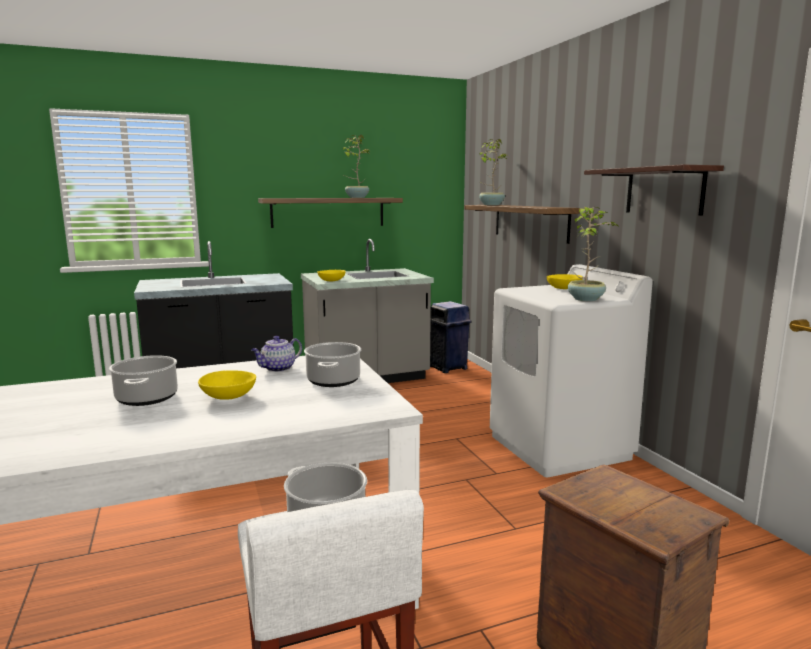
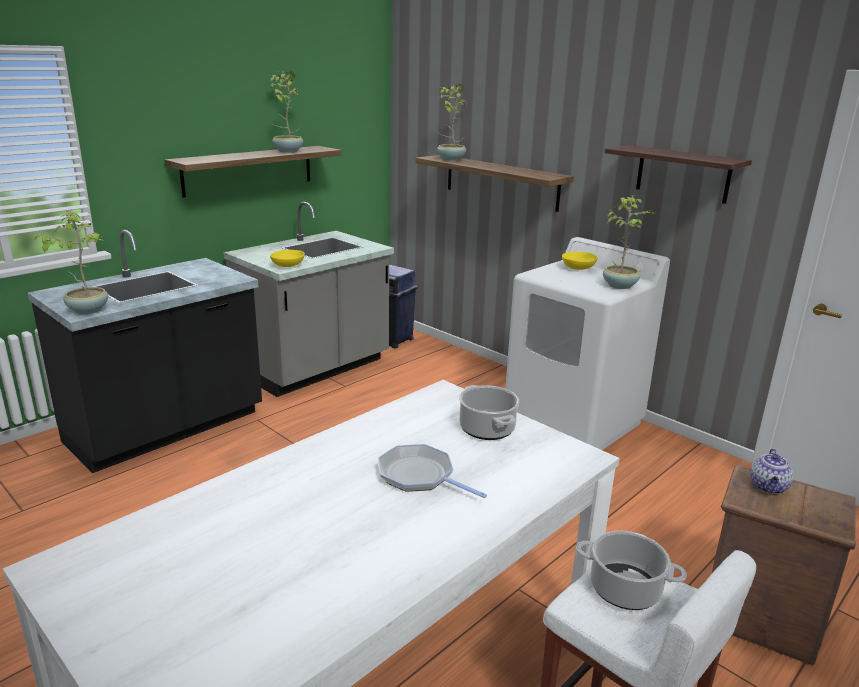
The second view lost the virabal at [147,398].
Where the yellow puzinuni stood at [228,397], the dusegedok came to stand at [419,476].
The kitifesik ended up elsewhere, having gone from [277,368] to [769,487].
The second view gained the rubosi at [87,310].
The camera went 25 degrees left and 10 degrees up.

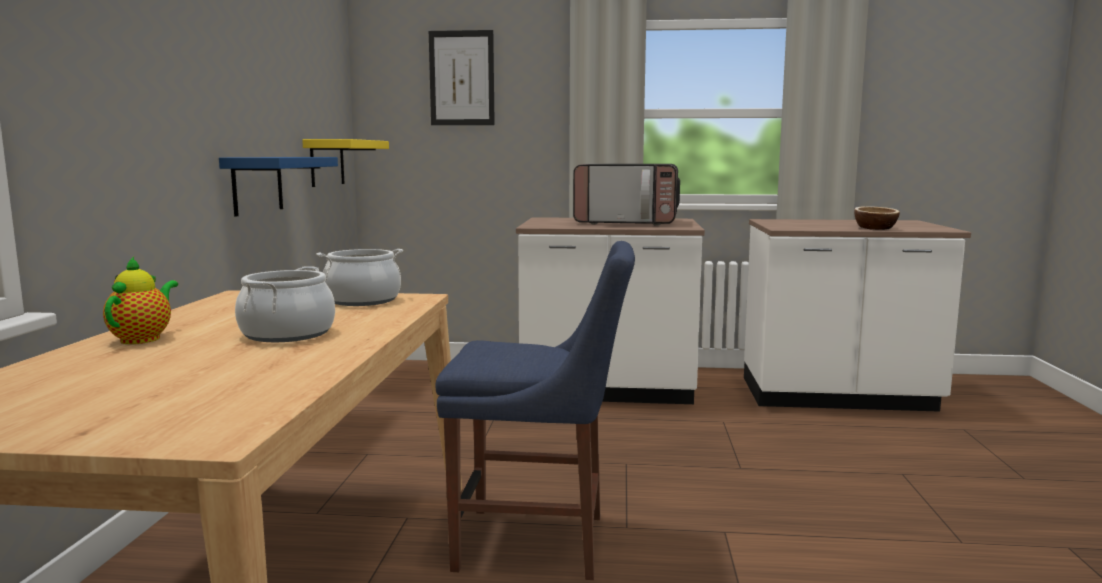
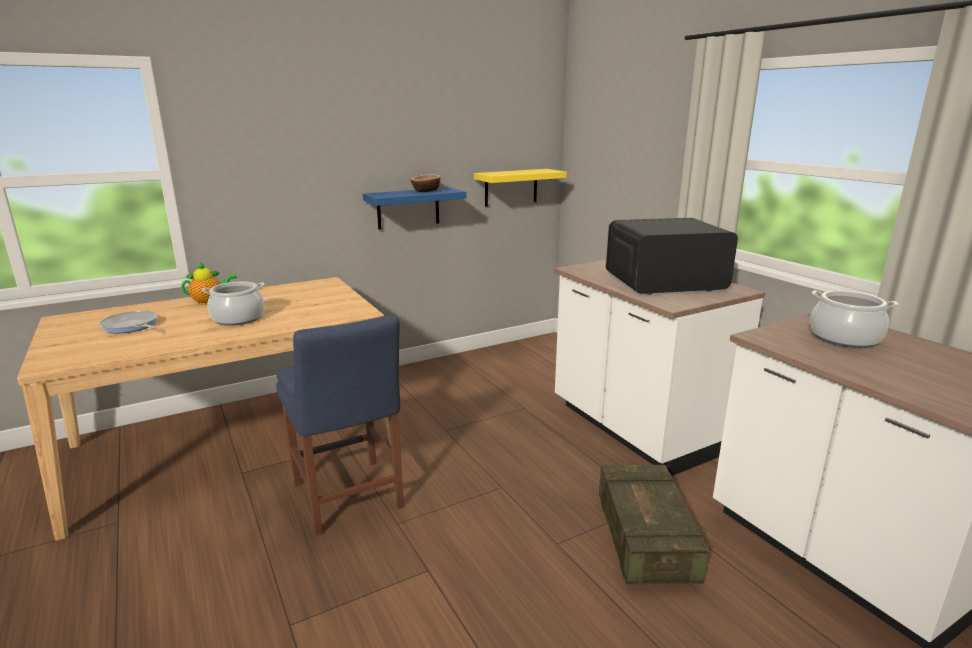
The virabal ended up elsewhere, having gone from [362,300] to [844,338].
The second view lost the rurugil at [462,78].
The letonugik at [628,222] ended up facing another way, 105 degrees clockwise from before.
The puzinuni ended up elsewhere, having gone from [875,228] to [426,191].
The second view gained the dusegedok at [131,326].
The second view gained the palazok at [645,540].
The camera went 55 degrees right and 10 degrees up.

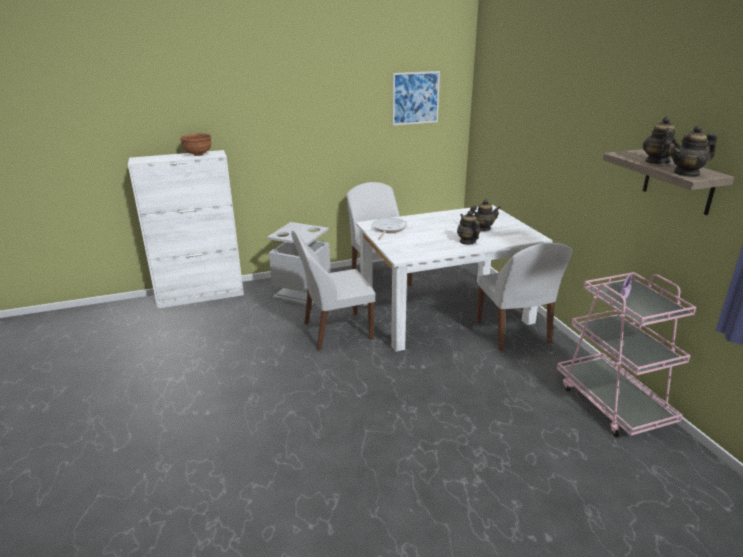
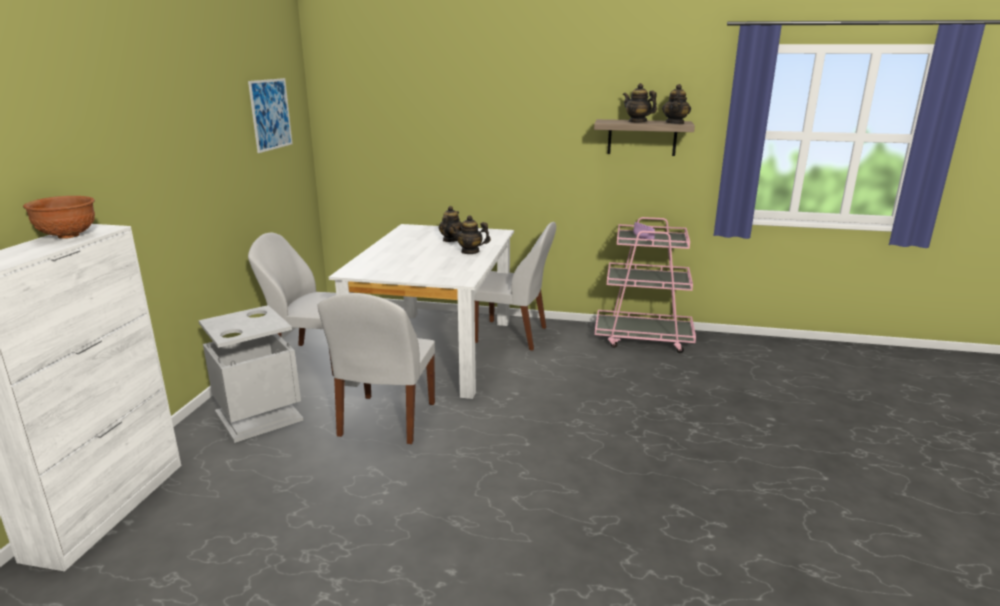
The second view lost the dusegedok at [388,229].
The camera went 60 degrees left and 5 degrees down.

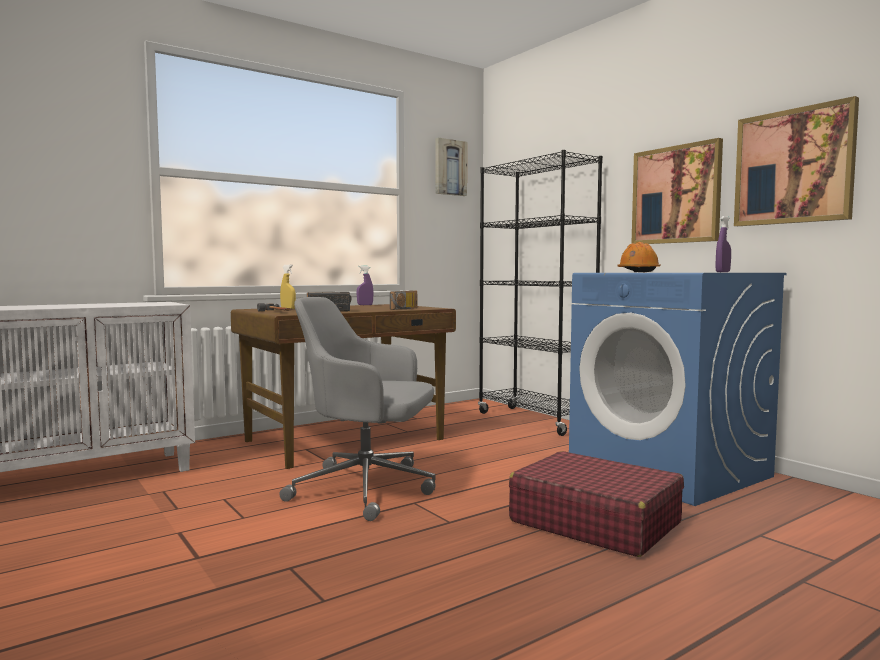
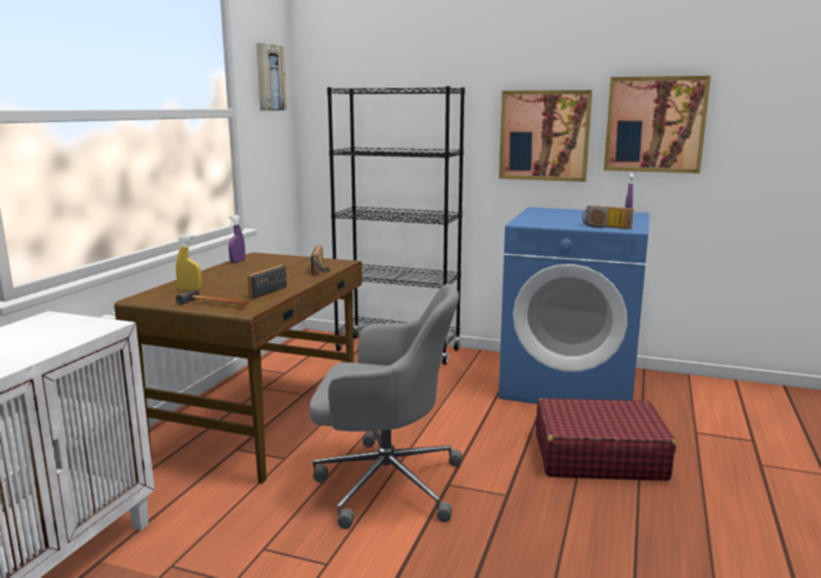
The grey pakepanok at [367,489] ended up facing another way, 150 degrees counterclockwise from before.
The second view lost the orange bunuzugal at [637,272].
The second view gained the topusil at [605,227].
The camera went 35 degrees left and 10 degrees up.

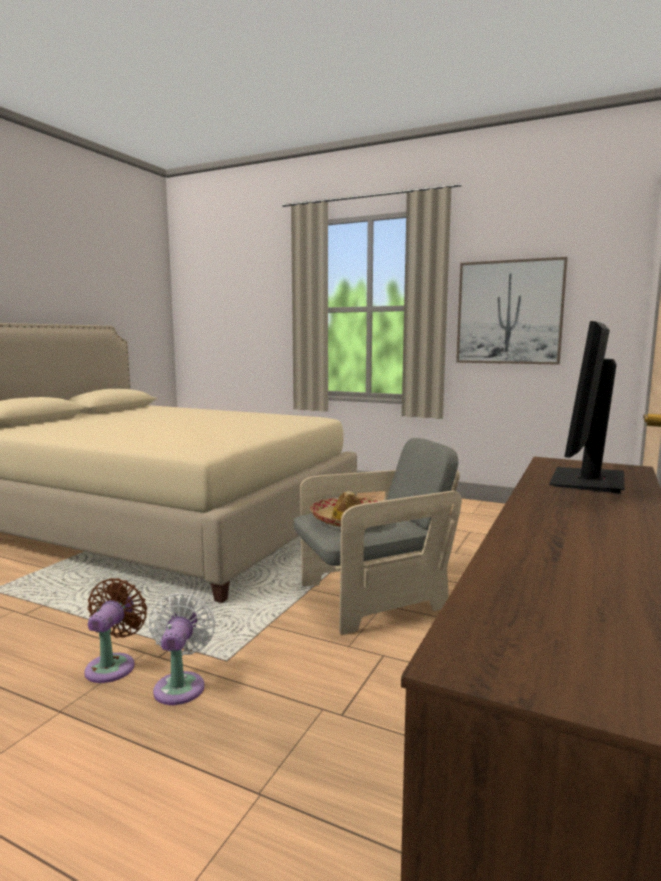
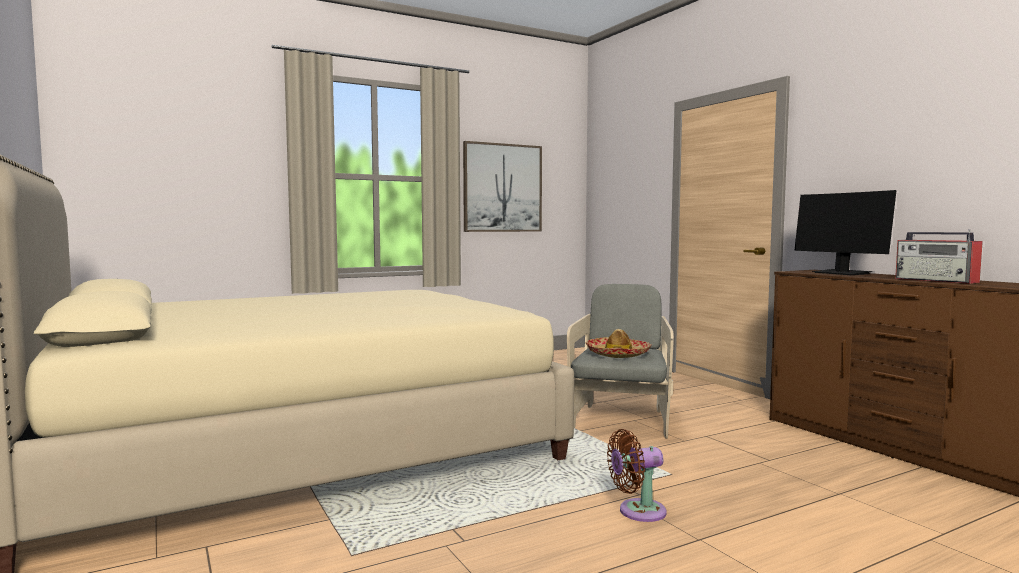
The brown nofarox at [113,665] ended up facing another way, 60 degrees counterclockwise from before.
The second view lost the white nofarox at [181,685].
The second view gained the topusil at [936,280].
The camera went 55 degrees left and 5 degrees down.

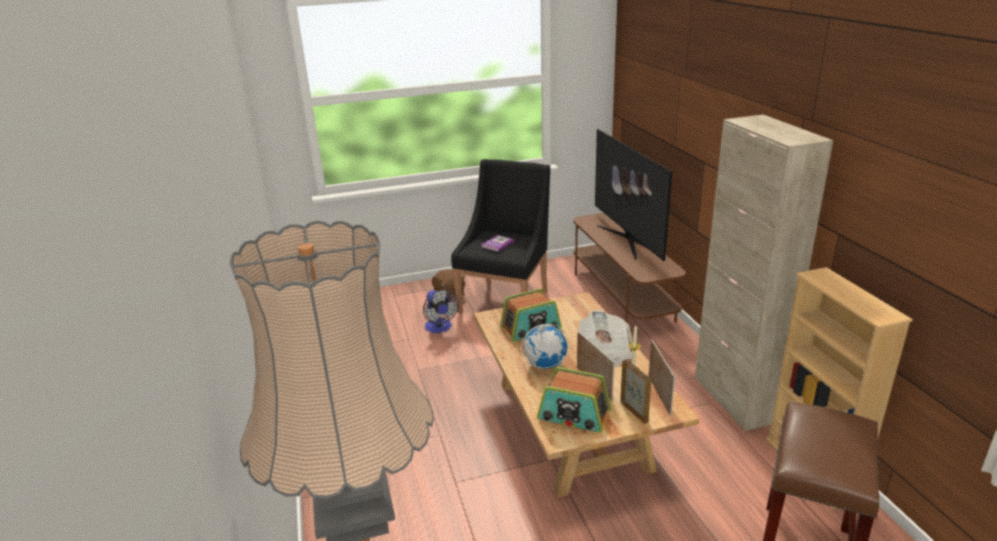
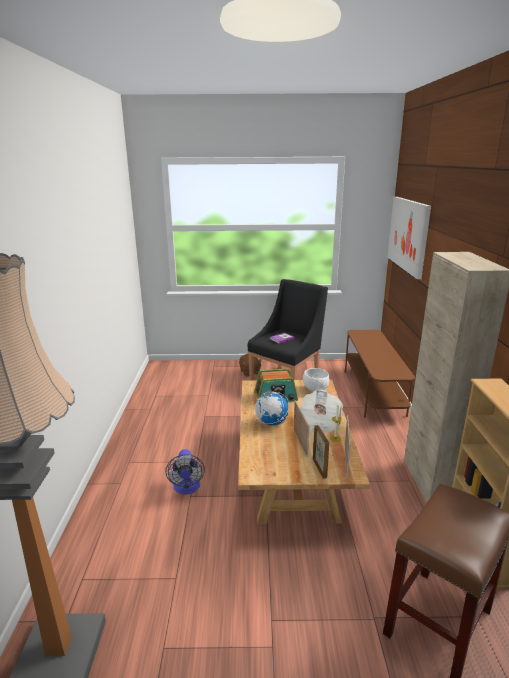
The nofarox ended up elsewhere, having gone from [440,328] to [187,488].
The second view lost the topusil at [573,415].
The second view lost the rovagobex at [627,239].
The second view gained the white puzinuni at [315,389].
The second view gained the rurugil at [408,234].
The camera went 15 degrees right and 5 degrees down.

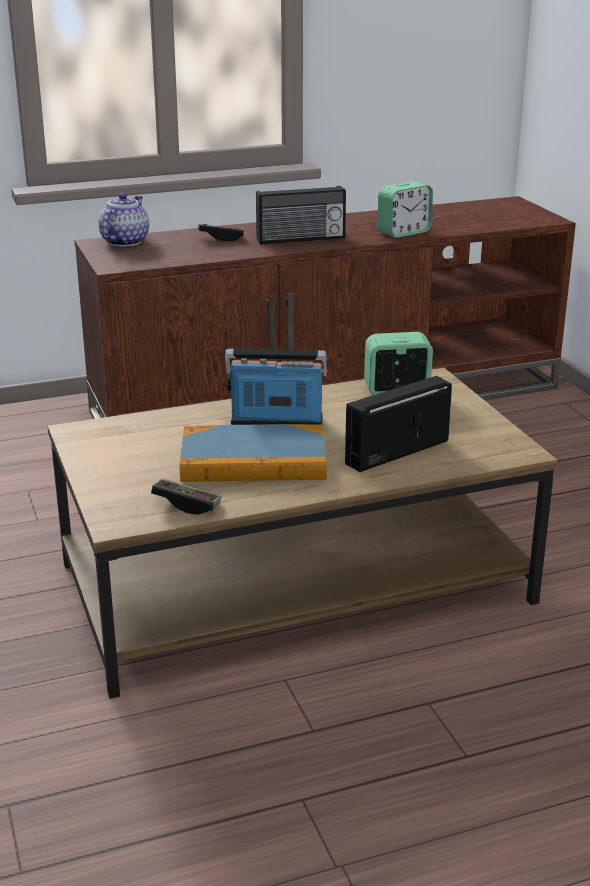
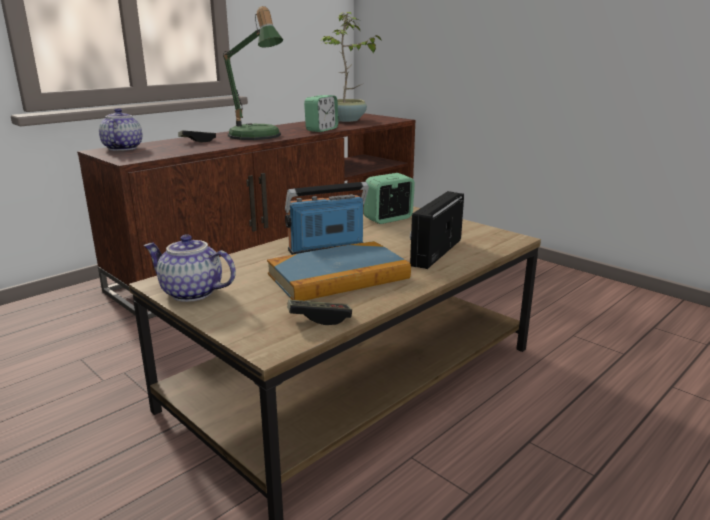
Where the topusil stood at [301,239], the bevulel came to stand at [257,137].
The second view gained the kitifesik at [190,293].
The second view gained the rubosi at [347,120].
The camera went 25 degrees left and 5 degrees down.

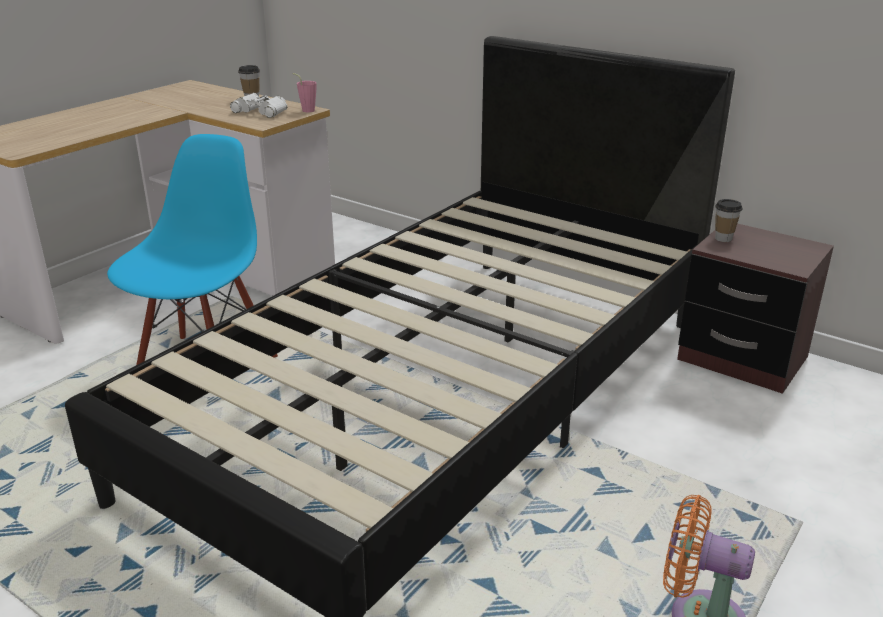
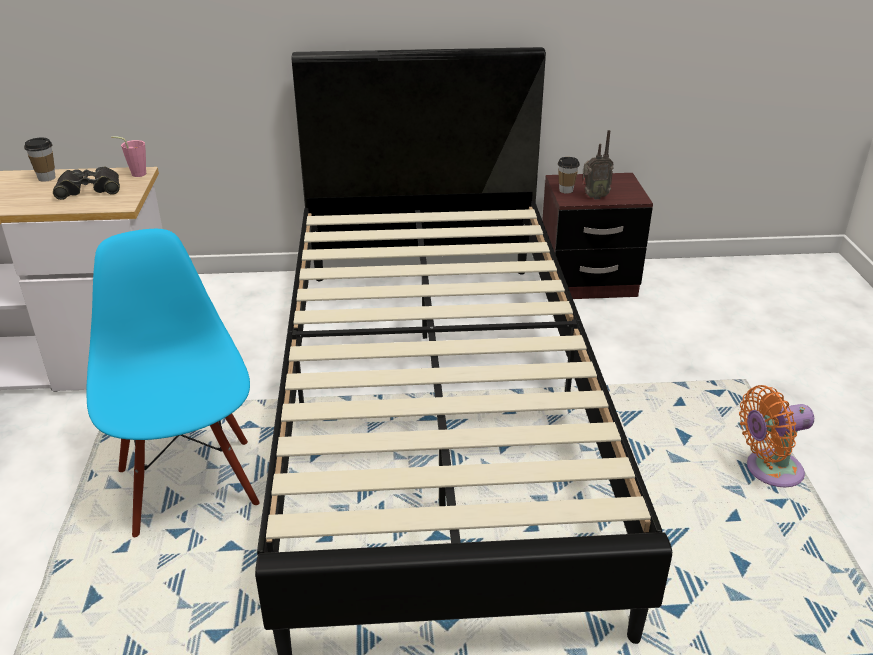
What was the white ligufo at [261,111] turned into the black ligufo at [89,189].
The second view gained the topusil at [594,197].
The camera went 40 degrees left and 5 degrees up.

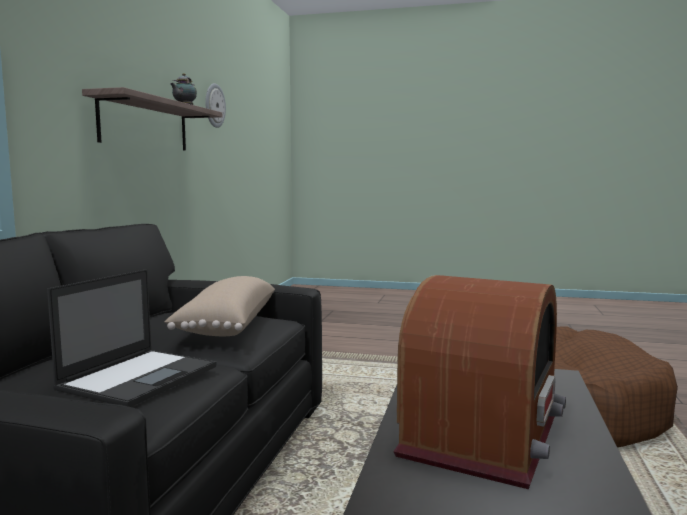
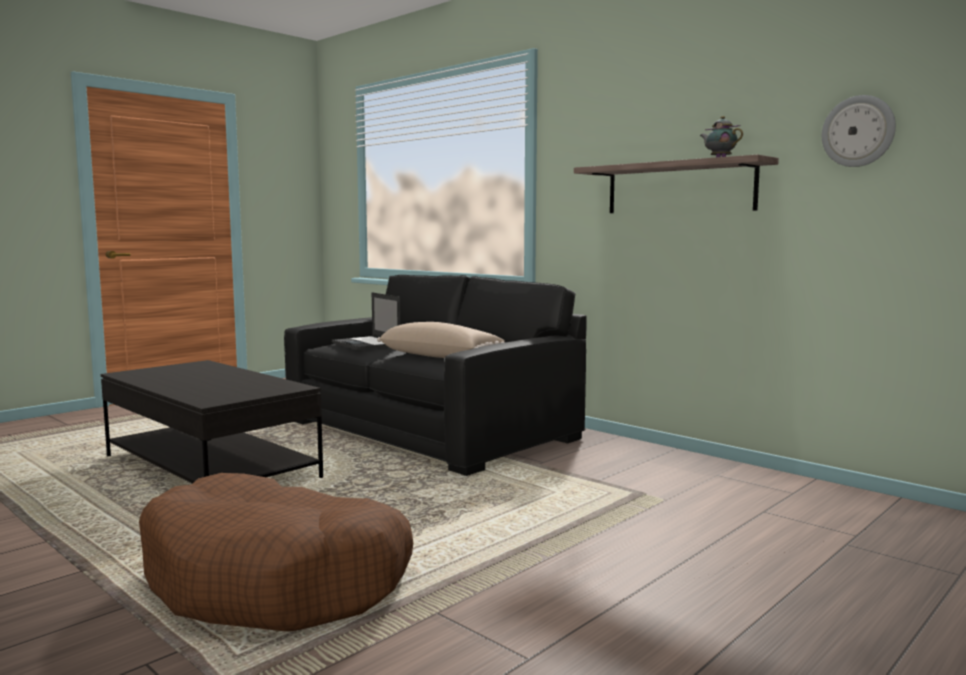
The second view lost the topusil at [482,436].
The camera went 120 degrees right and 0 degrees up.

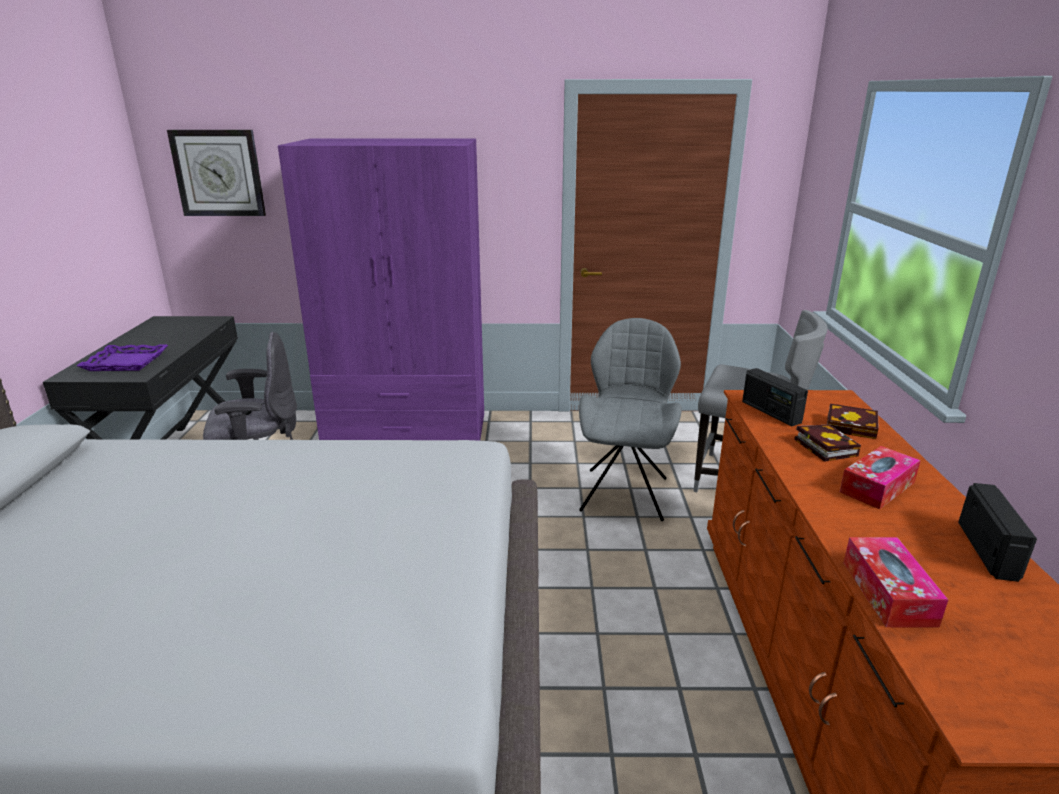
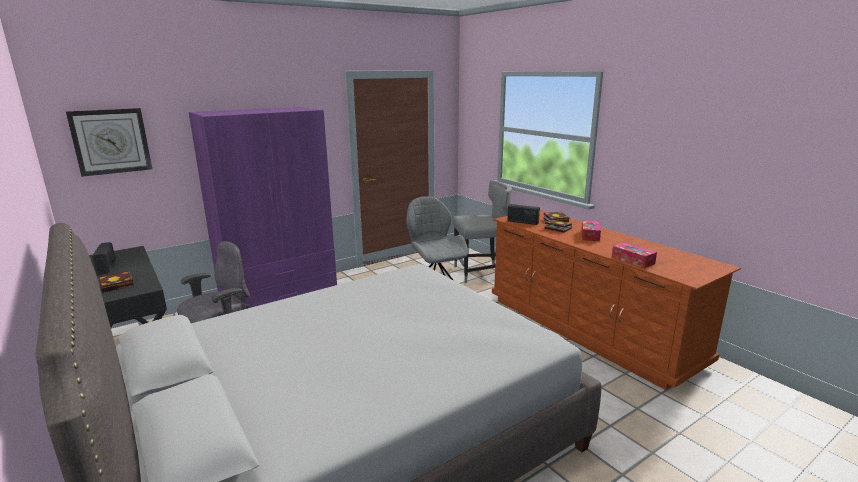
Where the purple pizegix stood at [126,362], the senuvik came to stand at [118,284].
The topusil ended up elsewhere, having gone from [988,551] to [107,267].
The camera went 35 degrees left and 5 degrees down.

